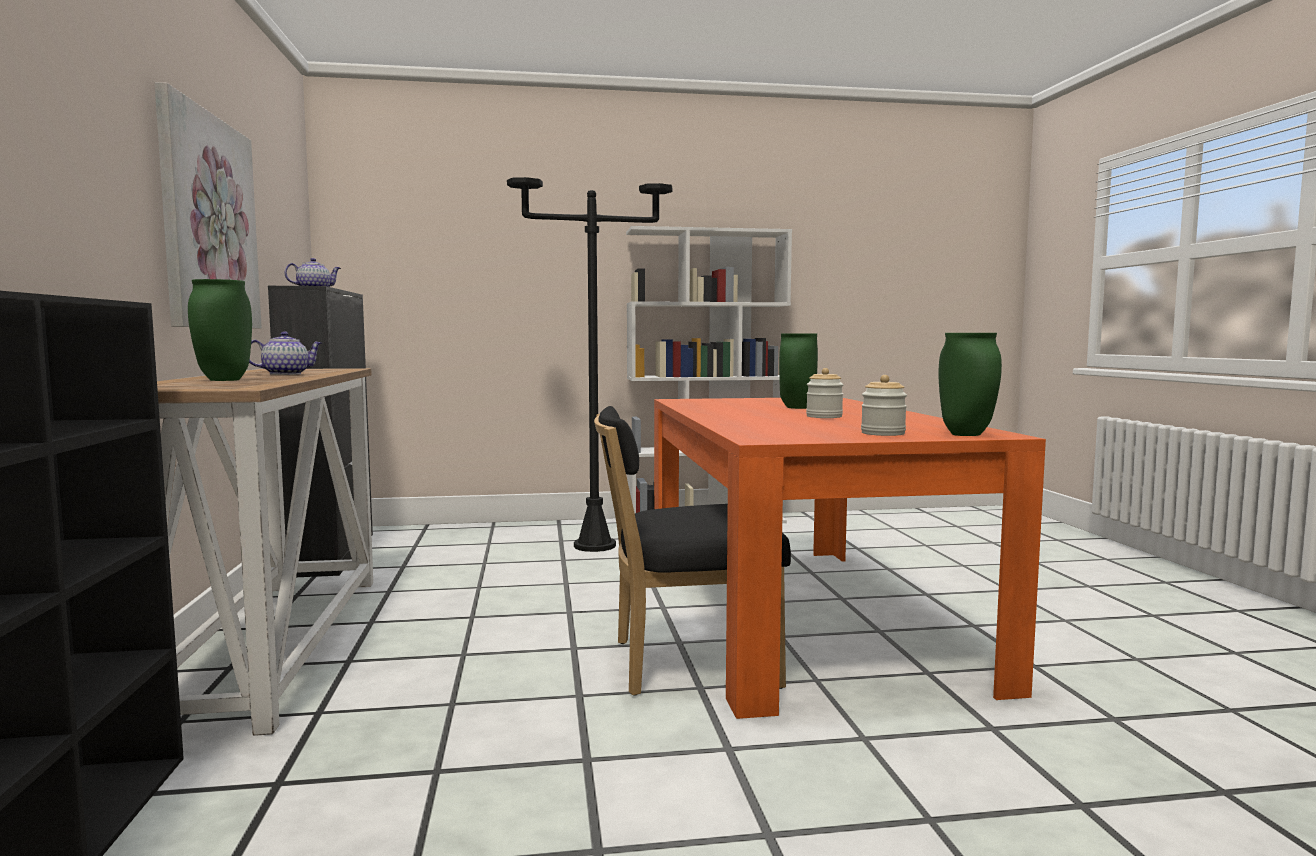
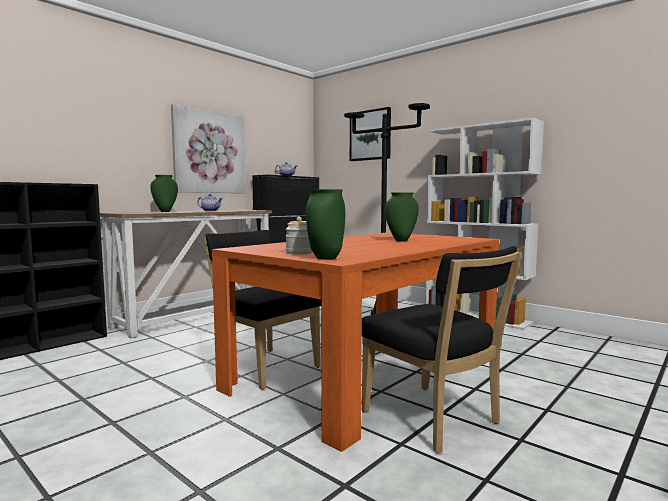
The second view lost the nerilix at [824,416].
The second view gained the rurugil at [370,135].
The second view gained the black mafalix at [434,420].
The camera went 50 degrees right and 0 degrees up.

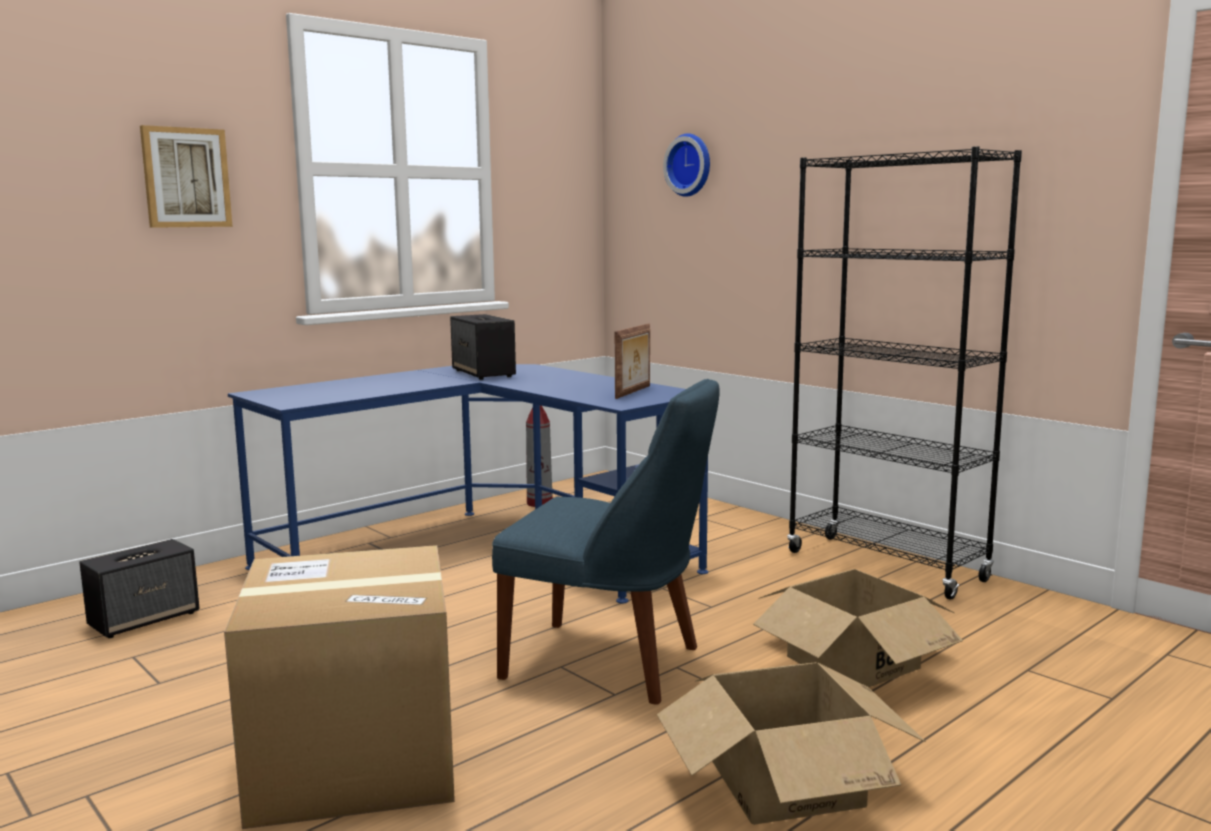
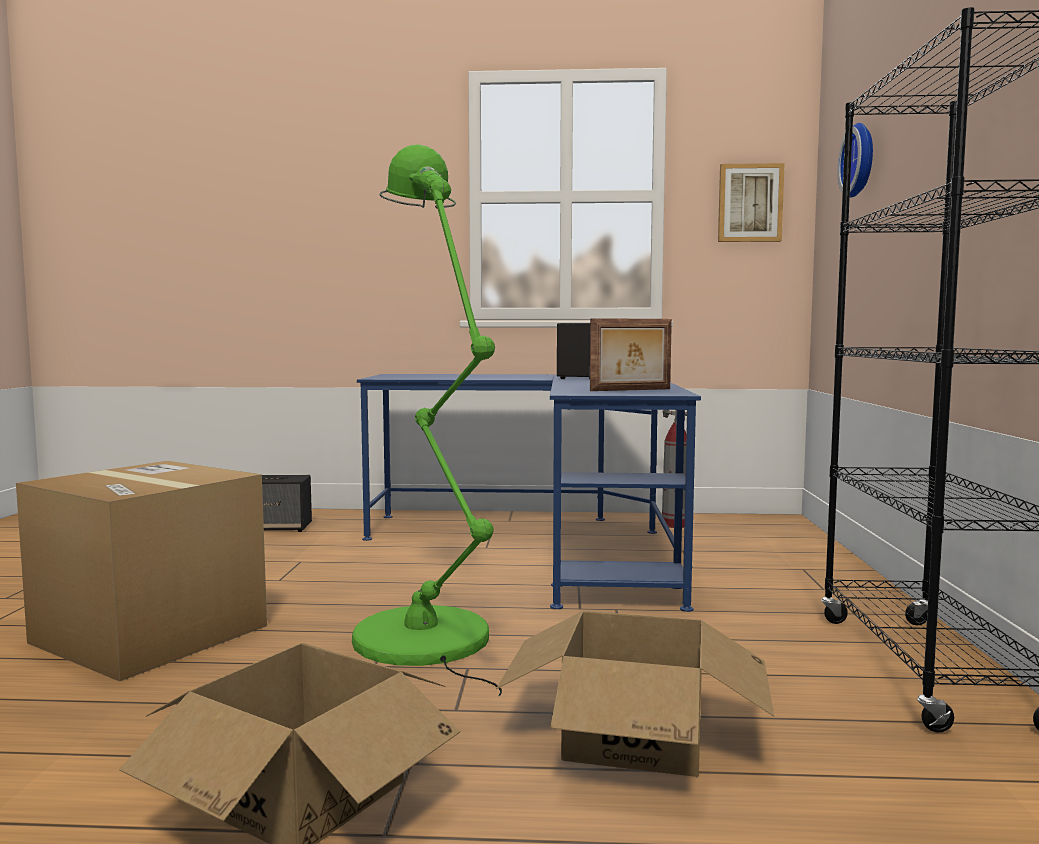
The rurugil ended up elsewhere, having gone from [186,178] to [750,203].
Where the blue mafalix stood at [610,664], the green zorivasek came to stand at [428,645].
The camera went 45 degrees right and 5 degrees down.

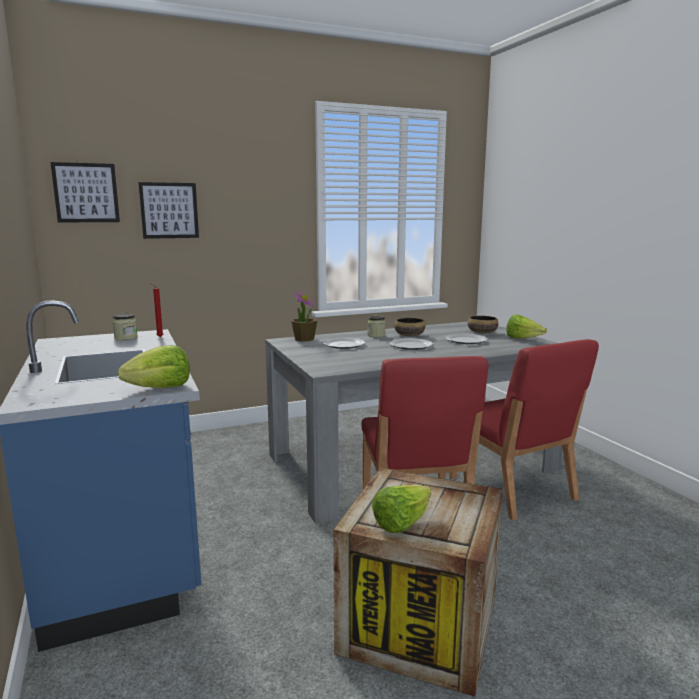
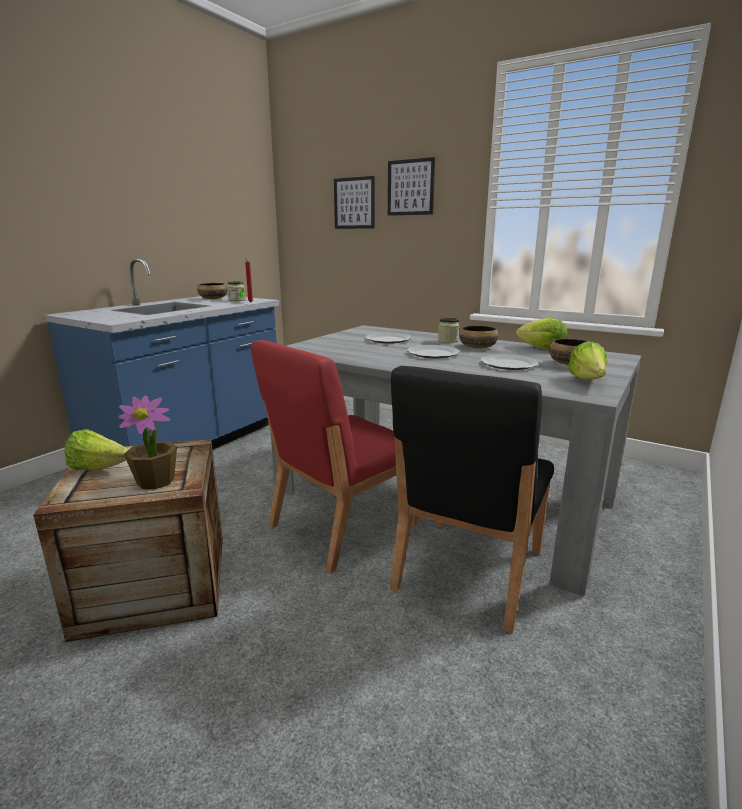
The rurugil ended up elsewhere, having gone from [86,193] to [410,187].
The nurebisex ended up elsewhere, having gone from [160,388] to [542,349].
The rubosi ended up elsewhere, having gone from [304,339] to [156,481].
What was the red mafalix at [512,489] turned into the black mafalix at [467,570].
The second view gained the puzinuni at [213,298].
The camera went 55 degrees right and 5 degrees up.

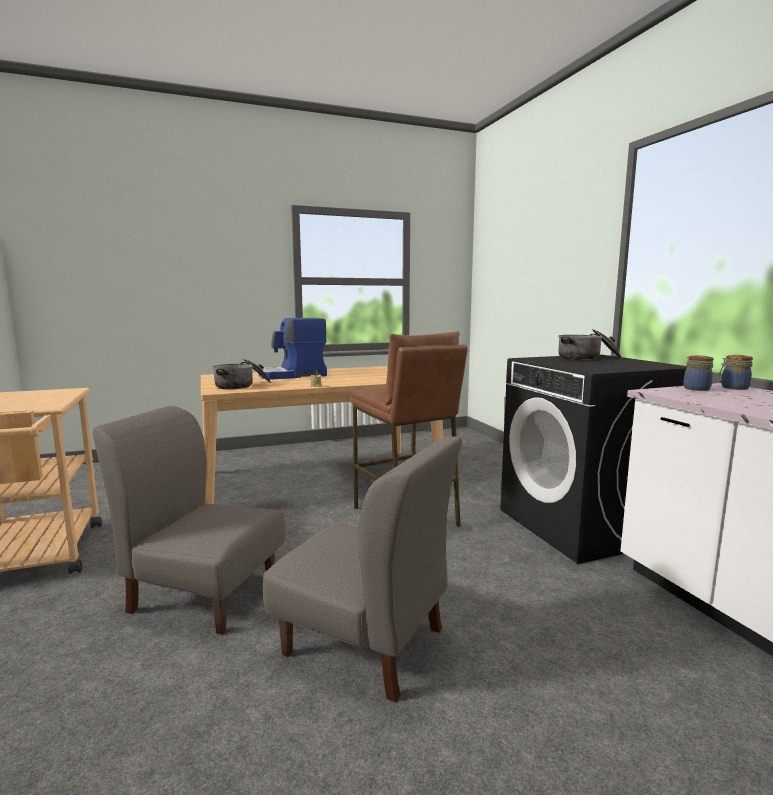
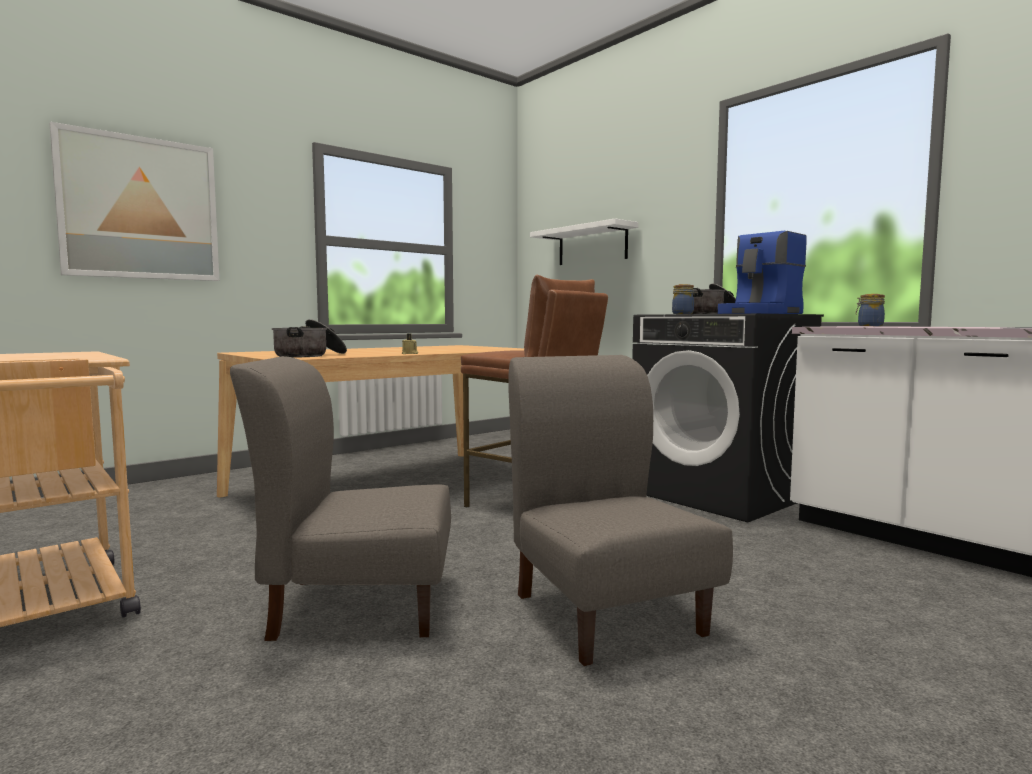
The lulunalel ended up elsewhere, having gone from [293,375] to [761,314].
The grey mafalix at [365,642] ended up facing another way, 120 degrees counterclockwise from before.
The nerilix ended up elsewhere, having gone from [696,388] to [682,314].
The second view gained the rurugil at [140,208].
The second view gained the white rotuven at [592,245].
The camera went 20 degrees left and 5 degrees down.

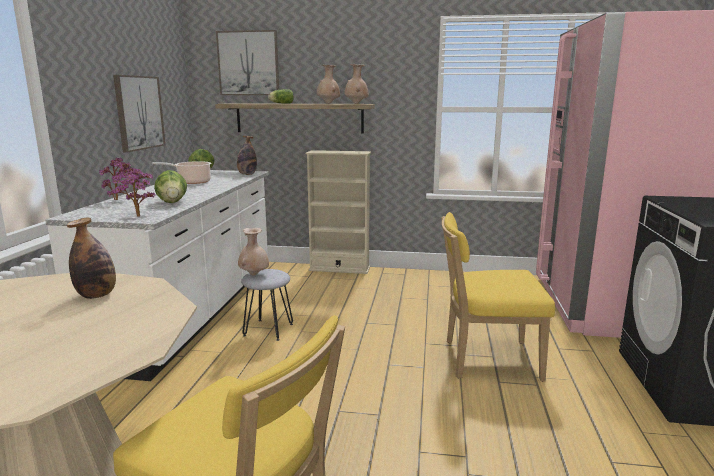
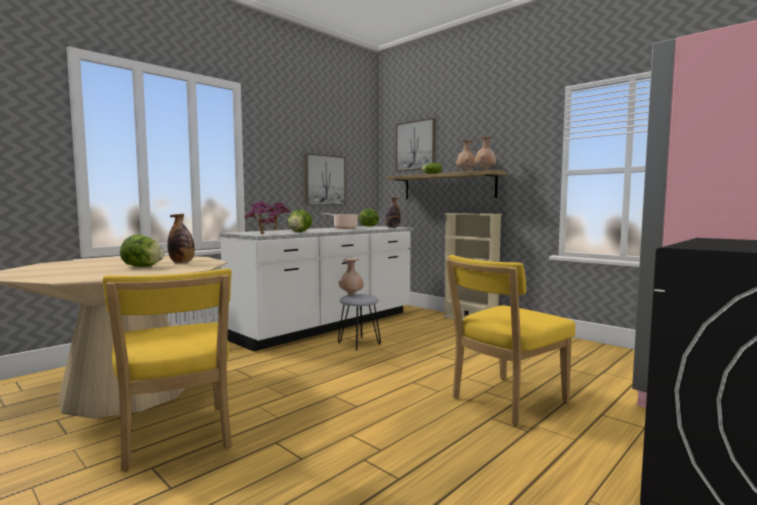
The yellow mafalix at [486,359] ended up facing another way, 75 degrees counterclockwise from before.
The second view gained the nurebisex at [142,266].
The camera went 35 degrees right and 10 degrees down.

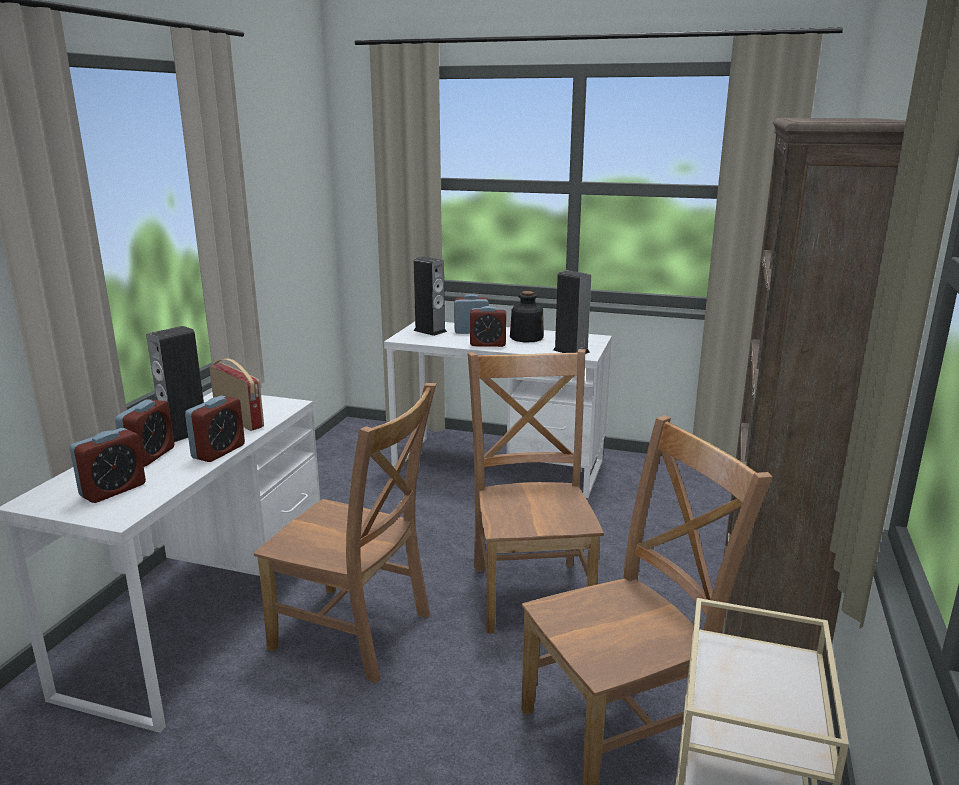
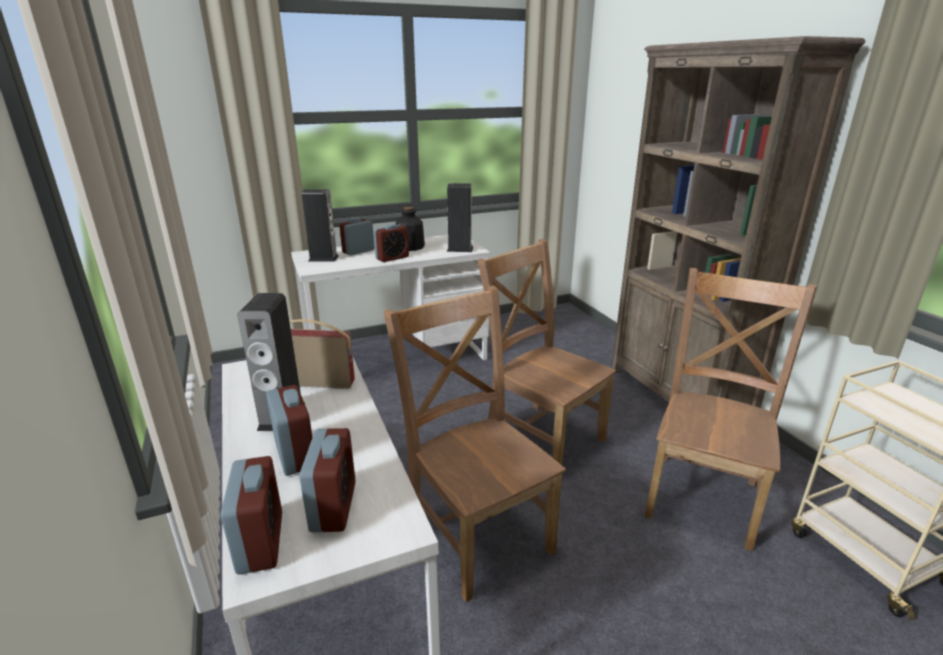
The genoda ended up elsewhere, having gone from [218,451] to [260,542].
The brown mafalix at [357,633] ended up facing another way, 105 degrees counterclockwise from before.
The camera went 40 degrees left and 5 degrees up.

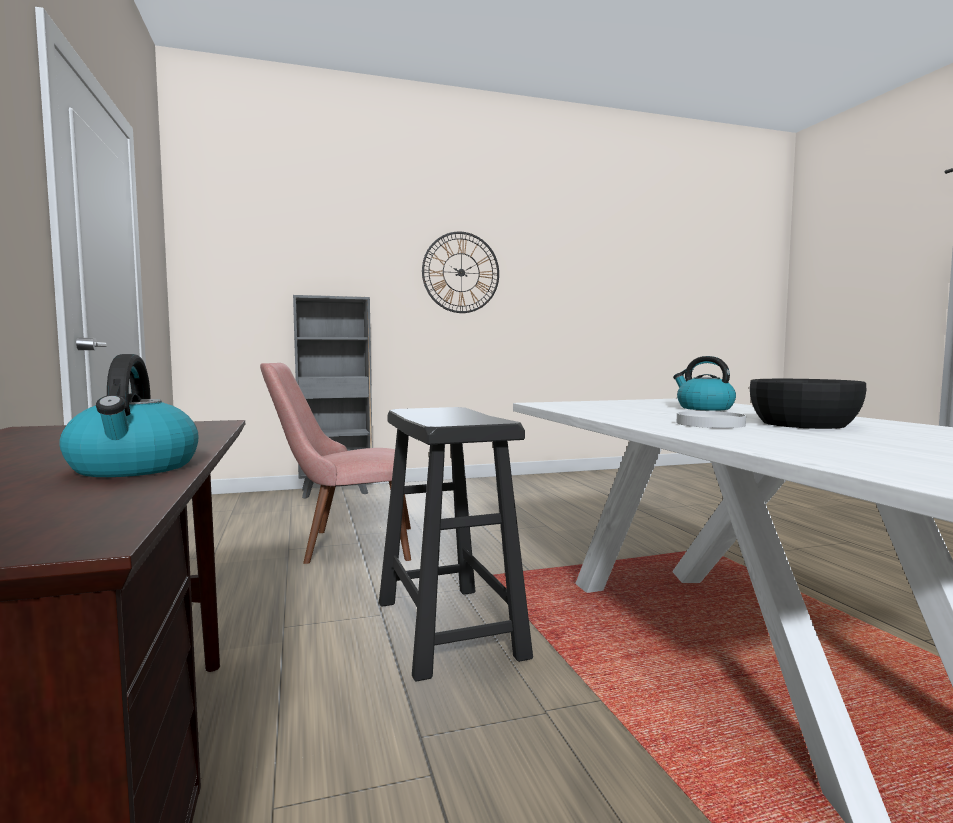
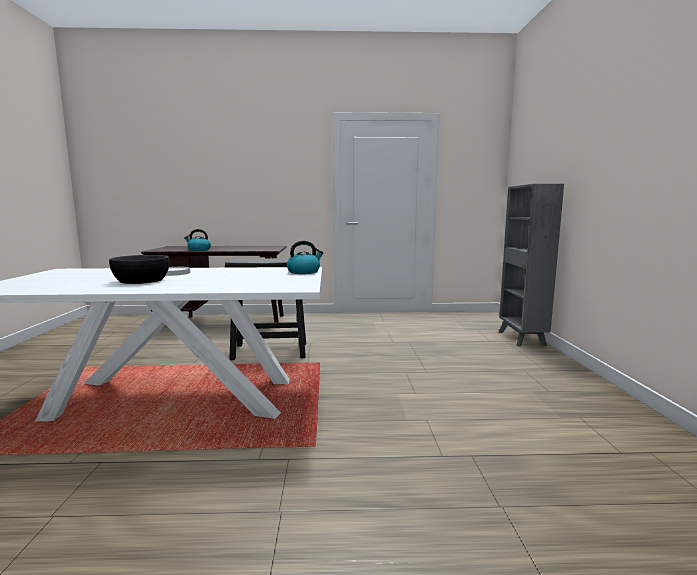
The second view lost the pink mafalix at [343,545].
The second view lost the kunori at [461,272].
The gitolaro ended up elsewhere, having gone from [704,408] to [304,272].
The camera went 105 degrees right and 5 degrees up.

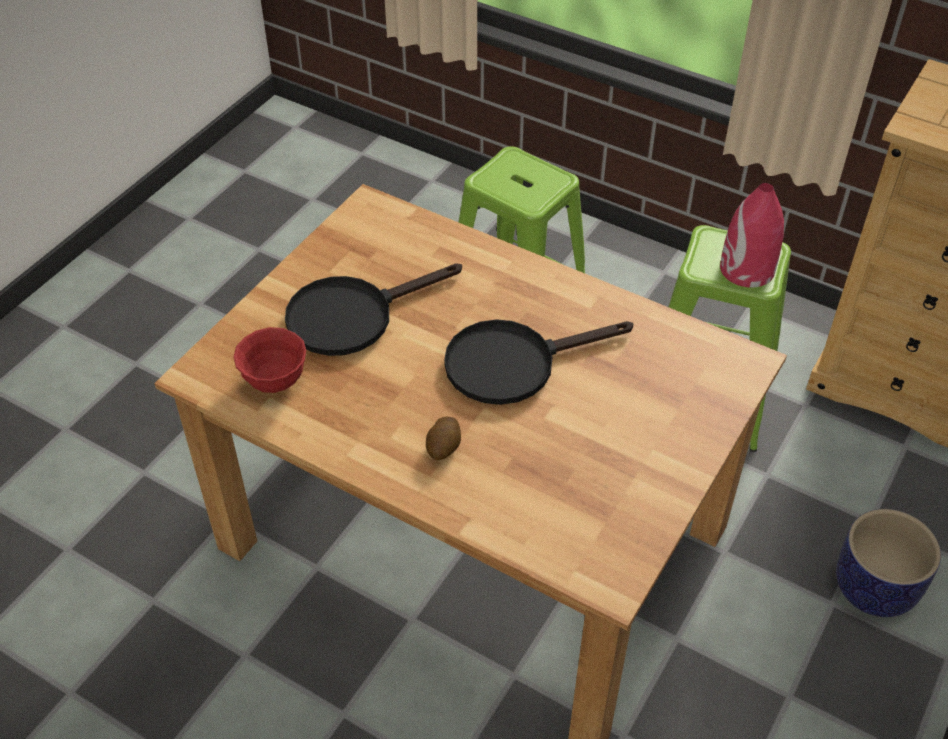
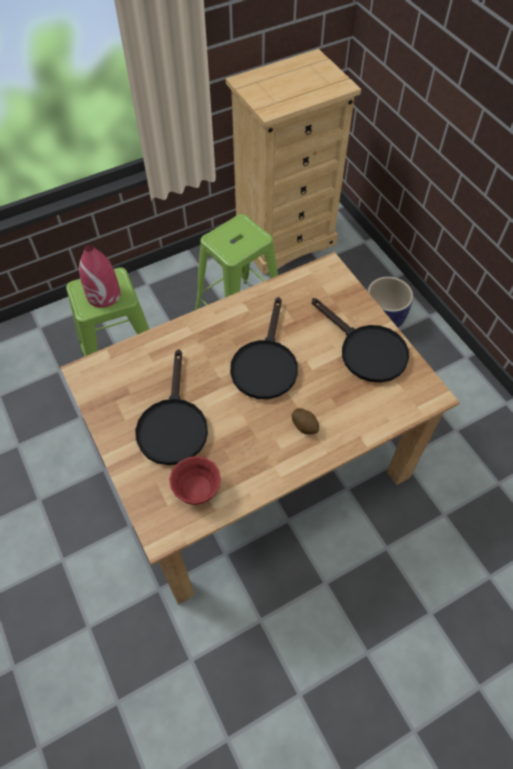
The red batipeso ended up elsewhere, having gone from [747,269] to [104,295].
The second view gained the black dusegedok at [365,350].
The camera went 60 degrees left and 10 degrees up.

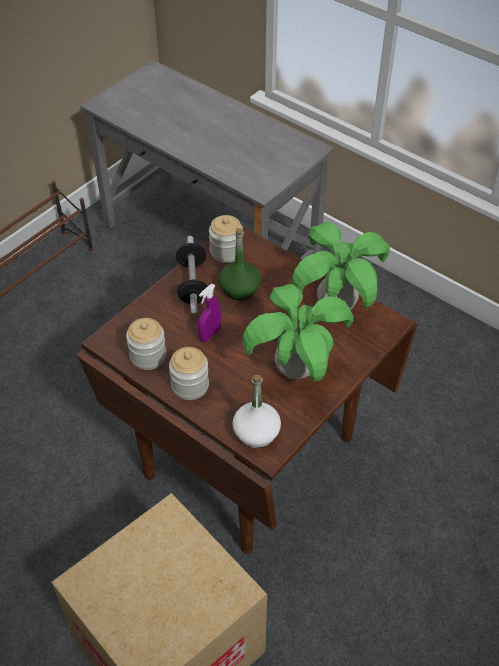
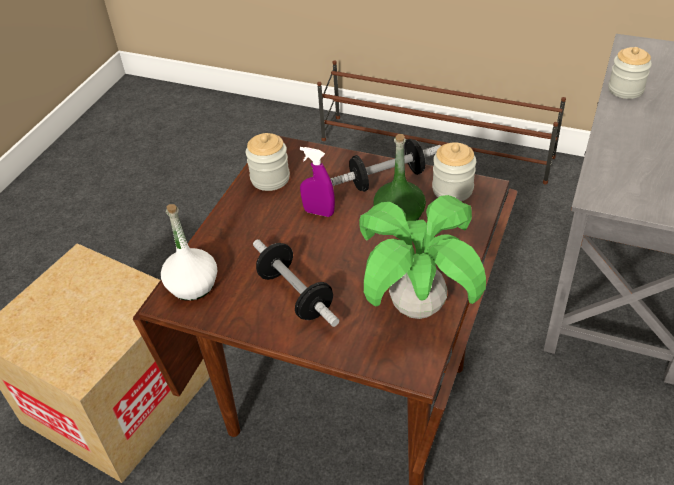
The nerilix ended up elsewhere, having gone from [190,386] to [625,89].
Where the rubosi stood at [295,369], the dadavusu came to stand at [295,295].
The camera went 75 degrees right and 5 degrees down.

